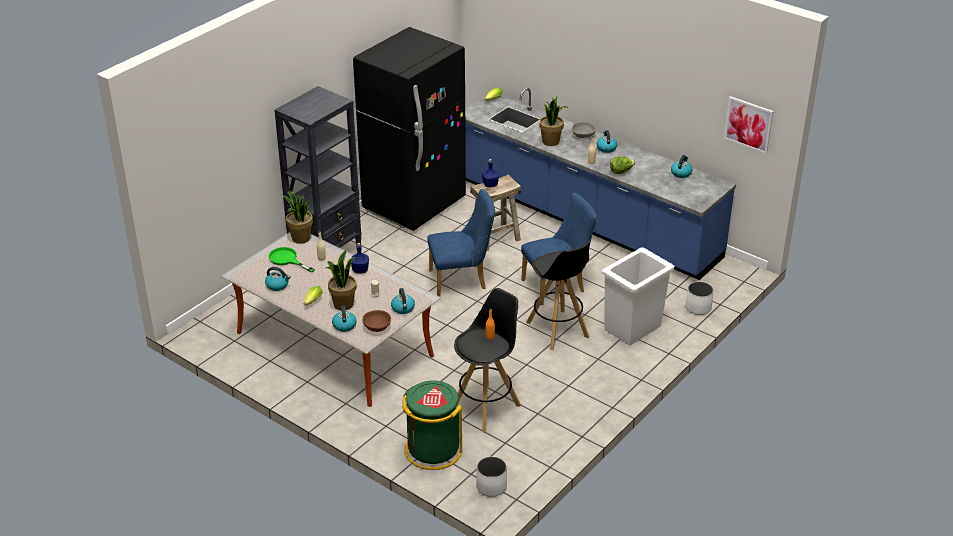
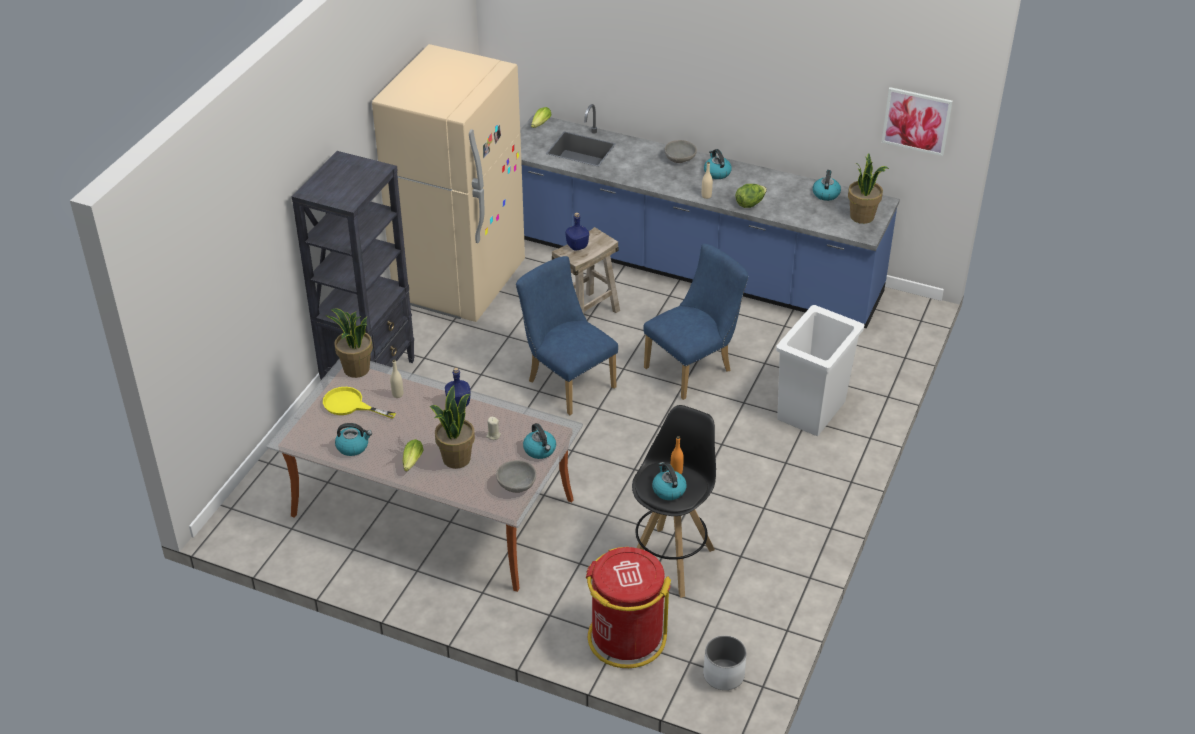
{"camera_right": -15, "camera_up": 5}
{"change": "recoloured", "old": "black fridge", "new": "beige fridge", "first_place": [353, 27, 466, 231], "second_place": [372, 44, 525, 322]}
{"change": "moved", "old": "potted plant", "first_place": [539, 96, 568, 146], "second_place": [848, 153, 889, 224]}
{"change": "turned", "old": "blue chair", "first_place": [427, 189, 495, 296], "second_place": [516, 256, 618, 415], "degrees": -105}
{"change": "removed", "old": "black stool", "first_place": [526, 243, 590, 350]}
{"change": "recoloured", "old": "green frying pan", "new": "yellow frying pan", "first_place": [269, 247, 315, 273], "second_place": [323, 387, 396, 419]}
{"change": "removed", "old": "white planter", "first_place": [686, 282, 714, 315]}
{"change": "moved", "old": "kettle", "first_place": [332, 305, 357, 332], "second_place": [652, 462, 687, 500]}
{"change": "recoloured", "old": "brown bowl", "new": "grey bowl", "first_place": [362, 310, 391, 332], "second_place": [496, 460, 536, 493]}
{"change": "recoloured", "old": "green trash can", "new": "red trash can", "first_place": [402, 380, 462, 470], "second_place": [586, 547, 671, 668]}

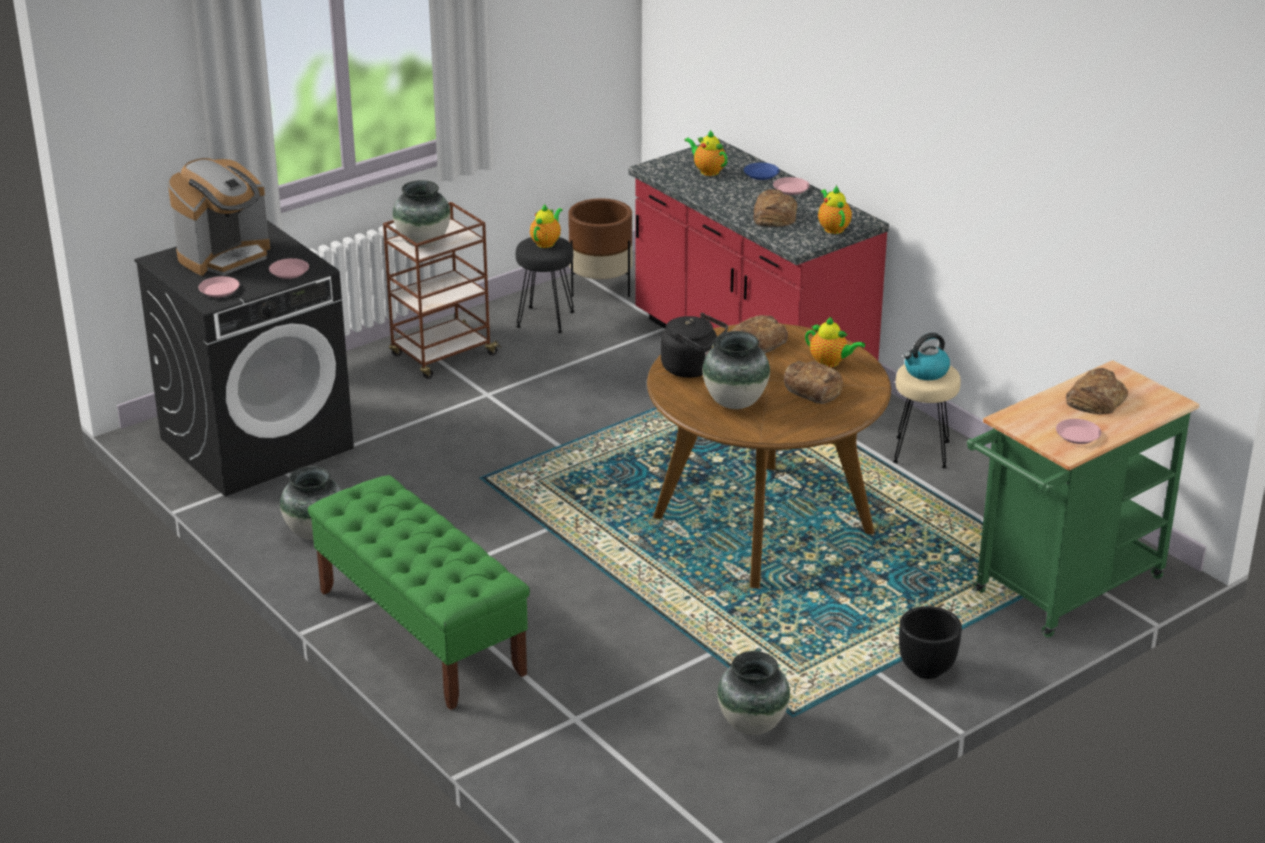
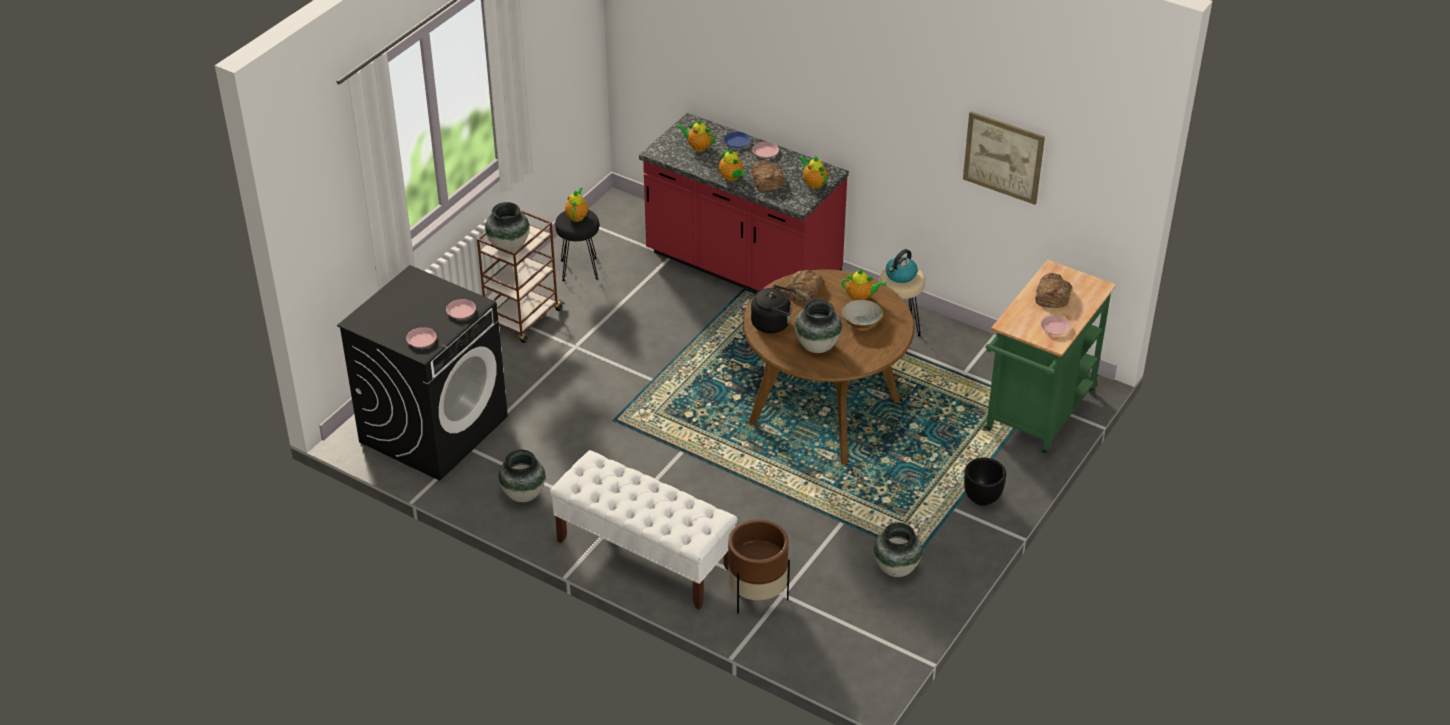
{"camera_right": -20, "camera_up": 10}
{"change": "removed", "old": "coffee machine", "first_place": [168, 158, 270, 276]}
{"change": "moved", "old": "brown planter", "first_place": [568, 198, 633, 297], "second_place": [728, 519, 790, 614]}
{"change": "replaced", "old": "bread", "new": "bowl", "first_place": [784, 361, 843, 404], "second_place": [842, 299, 883, 329]}
{"change": "recoloured", "old": "green bench", "new": "white bench", "first_place": [308, 475, 530, 710], "second_place": [550, 450, 738, 610]}
{"change": "added", "new": "picture", "second_place": [963, 112, 1045, 205]}
{"change": "added", "new": "teapot", "second_place": [719, 149, 746, 181]}

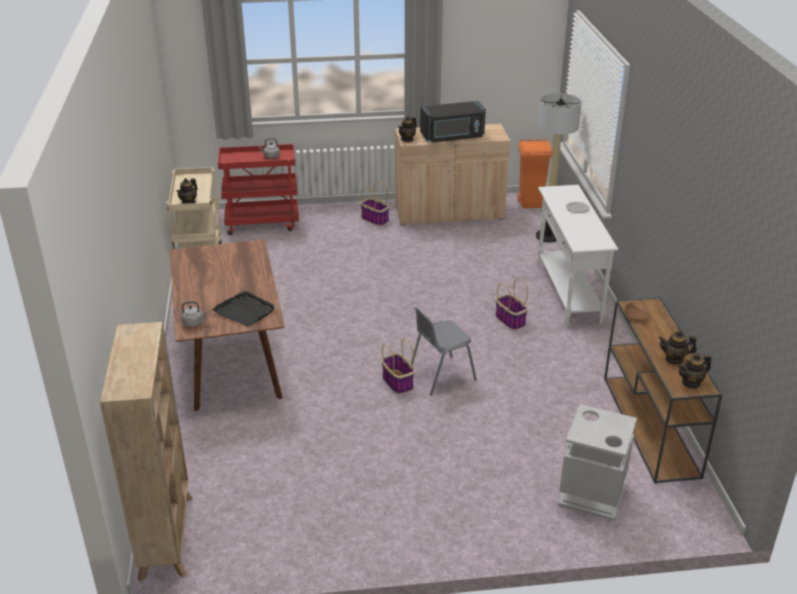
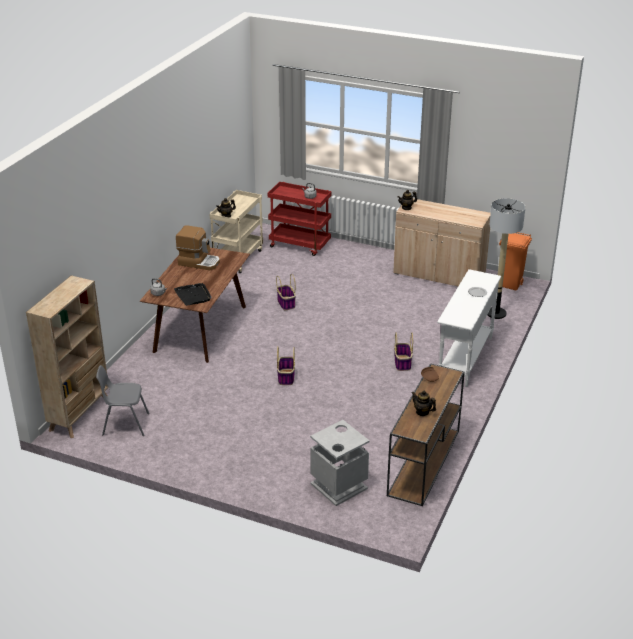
{"camera_right": 30, "camera_up": 0}
{"change": "removed", "old": "black microwave", "first_place": [420, 101, 486, 143]}
{"change": "moved", "old": "basket", "first_place": [360, 182, 390, 226], "second_place": [276, 273, 296, 310]}
{"change": "moved", "old": "grey chair", "first_place": [411, 307, 477, 396], "second_place": [96, 365, 149, 436]}
{"change": "removed", "old": "teapot", "first_place": [678, 353, 711, 389]}
{"change": "added", "new": "coffee machine", "second_place": [176, 225, 220, 270]}

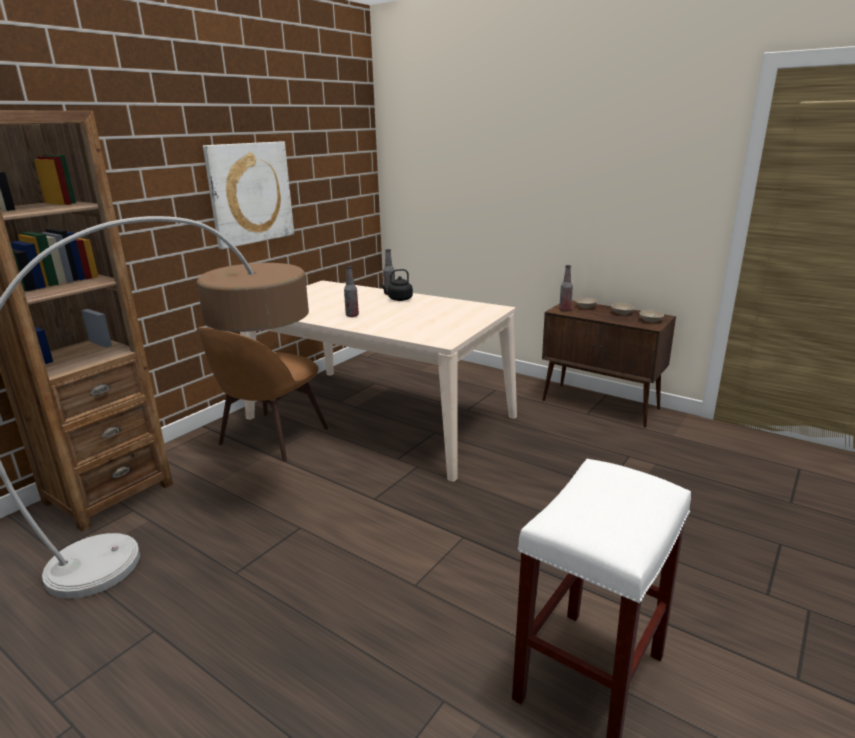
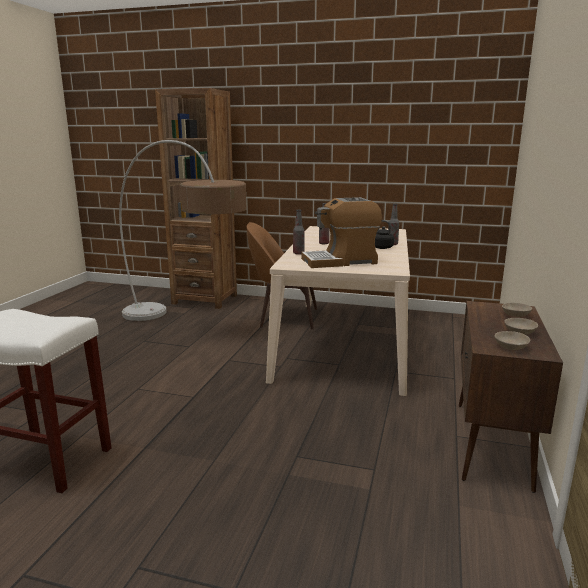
{"camera_right": 70, "camera_up": -5}
{"change": "removed", "old": "picture", "first_place": [203, 142, 294, 249]}
{"change": "moved", "old": "bottle", "first_place": [559, 265, 573, 312], "second_place": [293, 210, 305, 255]}
{"change": "added", "new": "coffee machine", "second_place": [301, 197, 382, 268]}

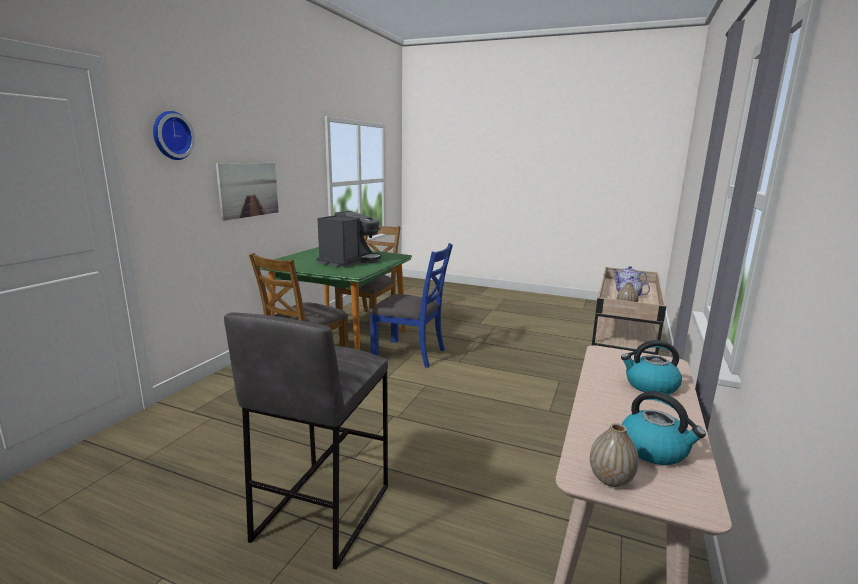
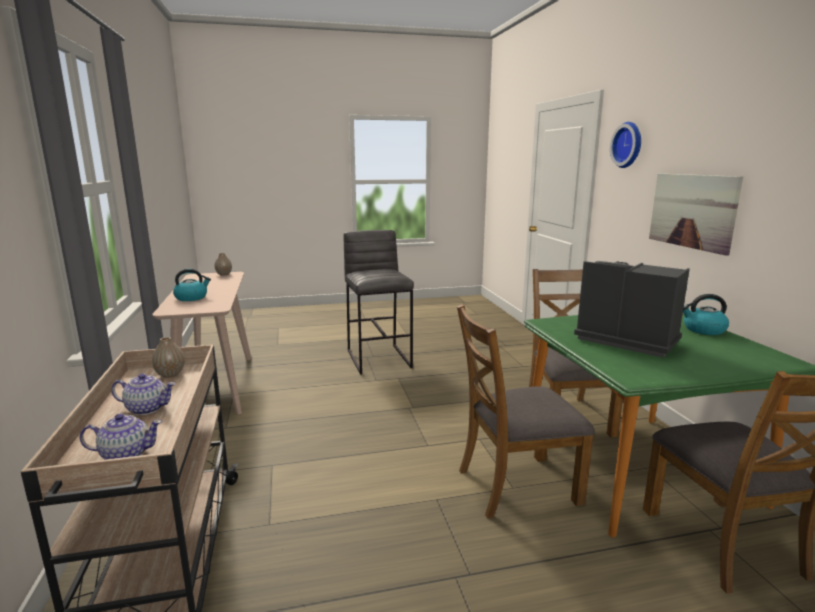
{"camera_right": 145, "camera_up": 0}
{"change": "turned", "old": "coffee machine", "first_place": [316, 211, 381, 268], "second_place": [574, 261, 690, 358], "degrees": 135}
{"change": "recoloured", "old": "blue chair", "new": "brown chair", "first_place": [369, 243, 453, 368], "second_place": [457, 304, 595, 519]}
{"change": "moved", "old": "kettle", "first_place": [621, 391, 706, 465], "second_place": [683, 294, 729, 335]}

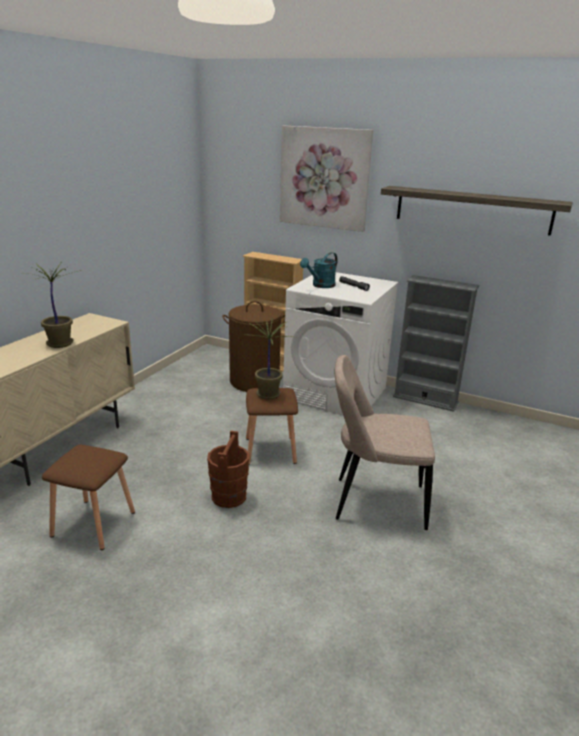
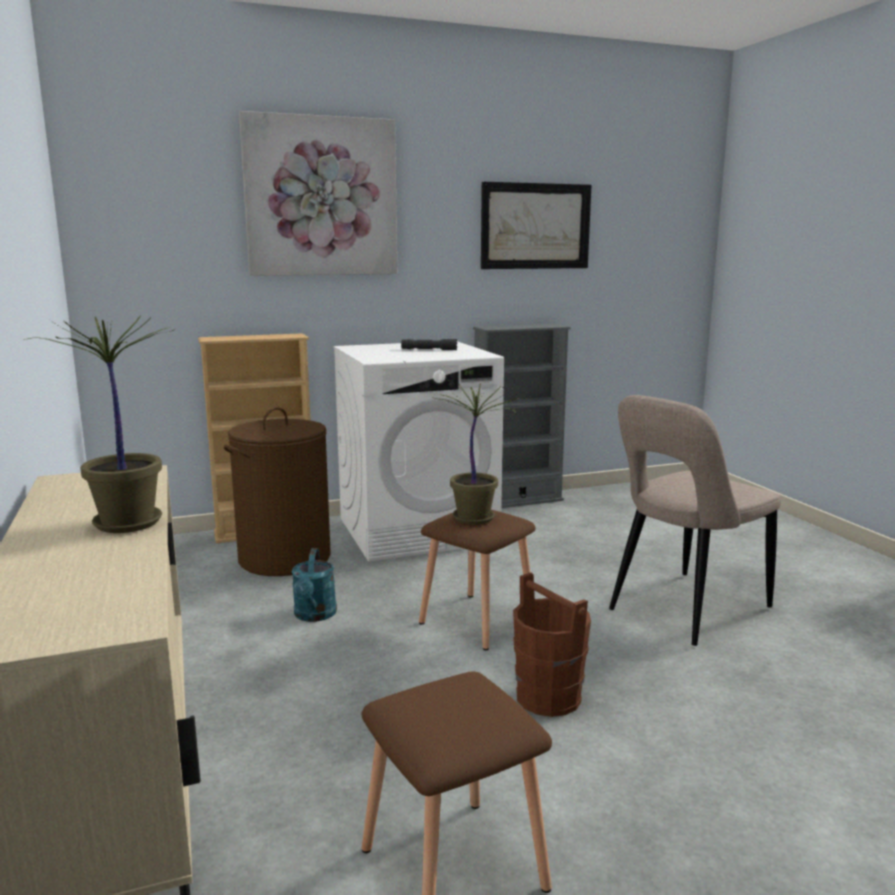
{"camera_right": -45, "camera_up": -10}
{"change": "replaced", "old": "shelf", "new": "picture", "first_place": [381, 186, 573, 236], "second_place": [481, 182, 592, 269]}
{"change": "moved", "old": "turquoise watering can", "first_place": [300, 252, 338, 288], "second_place": [292, 548, 337, 622]}

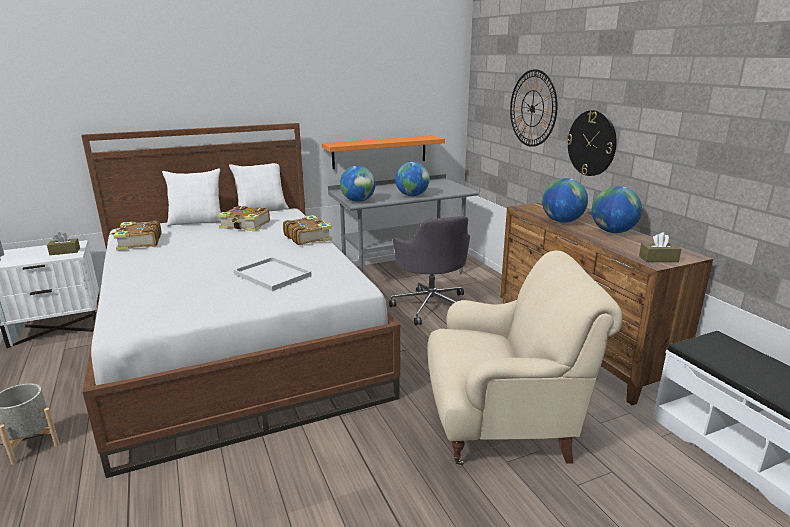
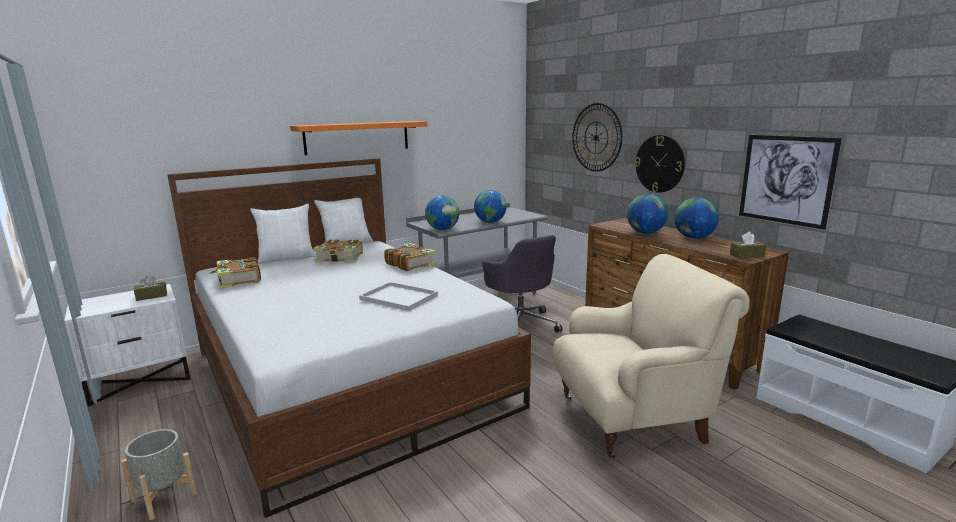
{"camera_right": -10, "camera_up": -5}
{"change": "moved", "old": "orange shelf", "first_place": [322, 135, 445, 169], "second_place": [290, 121, 427, 155]}
{"change": "added", "new": "picture", "second_place": [739, 135, 842, 230]}

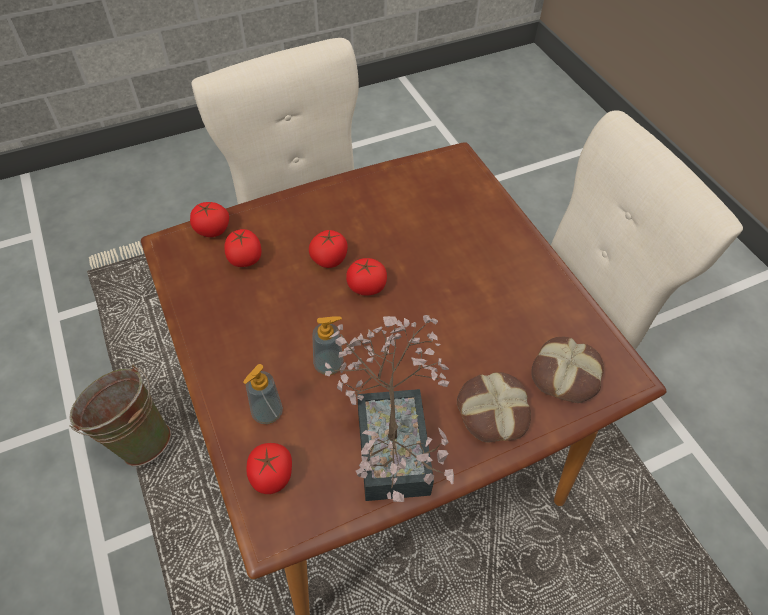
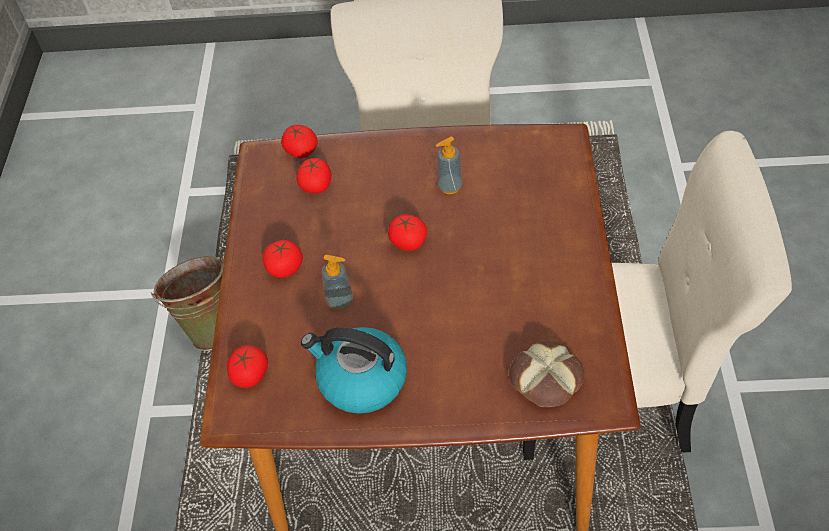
{"camera_right": 30, "camera_up": 0}
{"change": "moved", "old": "tomato", "first_place": [309, 230, 348, 268], "second_place": [262, 240, 303, 278]}
{"change": "replaced", "old": "potted plant", "new": "kettle", "first_place": [325, 315, 454, 502], "second_place": [301, 327, 407, 414]}
{"change": "moved", "old": "soap dispenser", "first_place": [243, 364, 283, 424], "second_place": [436, 137, 463, 194]}
{"change": "removed", "old": "bread", "first_place": [457, 372, 531, 442]}

